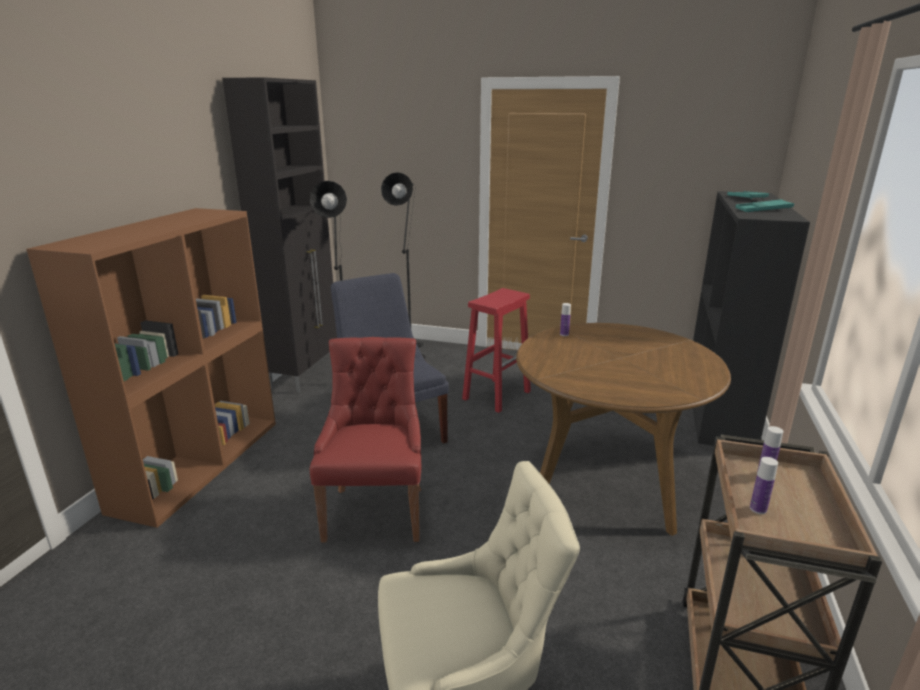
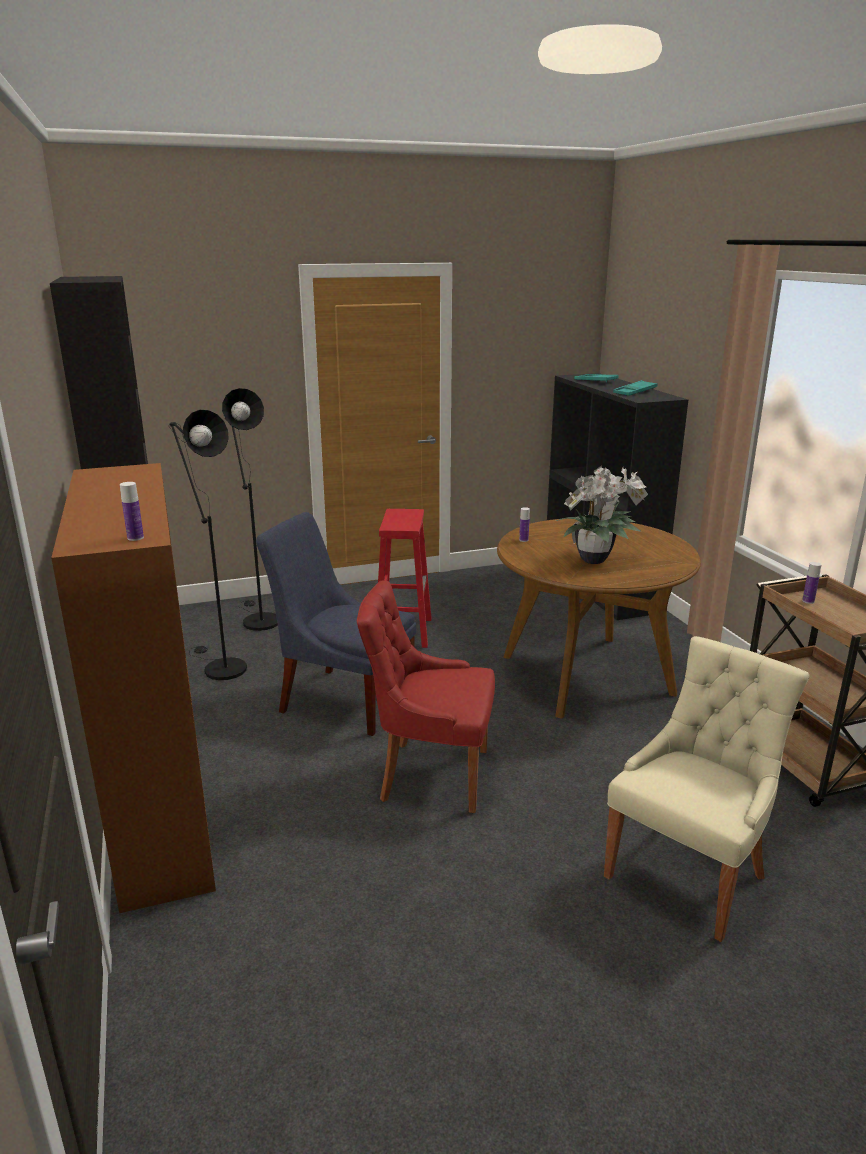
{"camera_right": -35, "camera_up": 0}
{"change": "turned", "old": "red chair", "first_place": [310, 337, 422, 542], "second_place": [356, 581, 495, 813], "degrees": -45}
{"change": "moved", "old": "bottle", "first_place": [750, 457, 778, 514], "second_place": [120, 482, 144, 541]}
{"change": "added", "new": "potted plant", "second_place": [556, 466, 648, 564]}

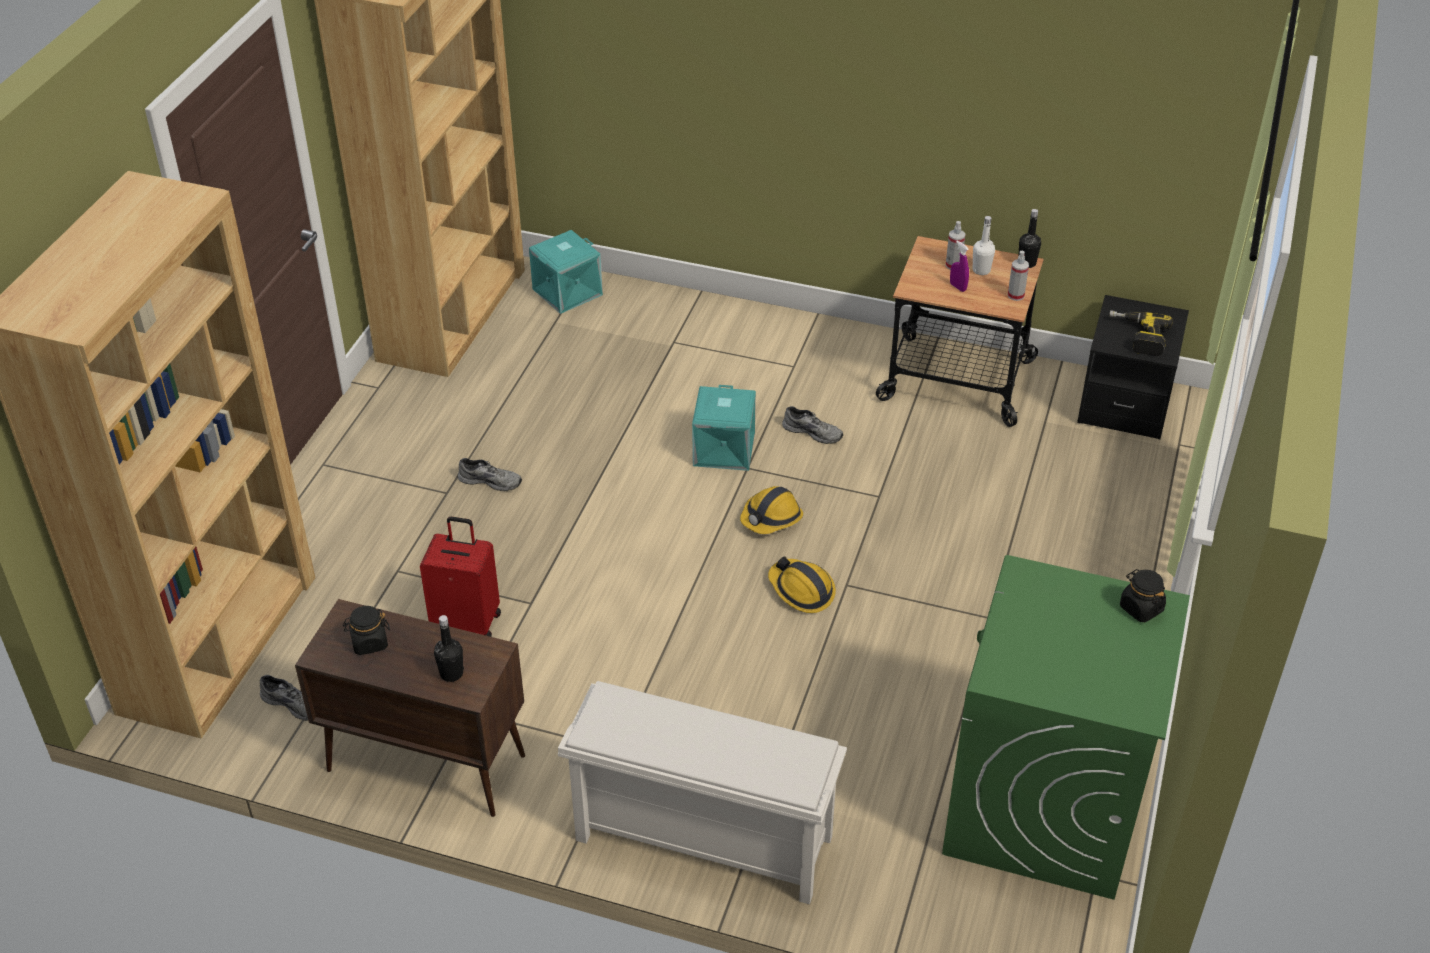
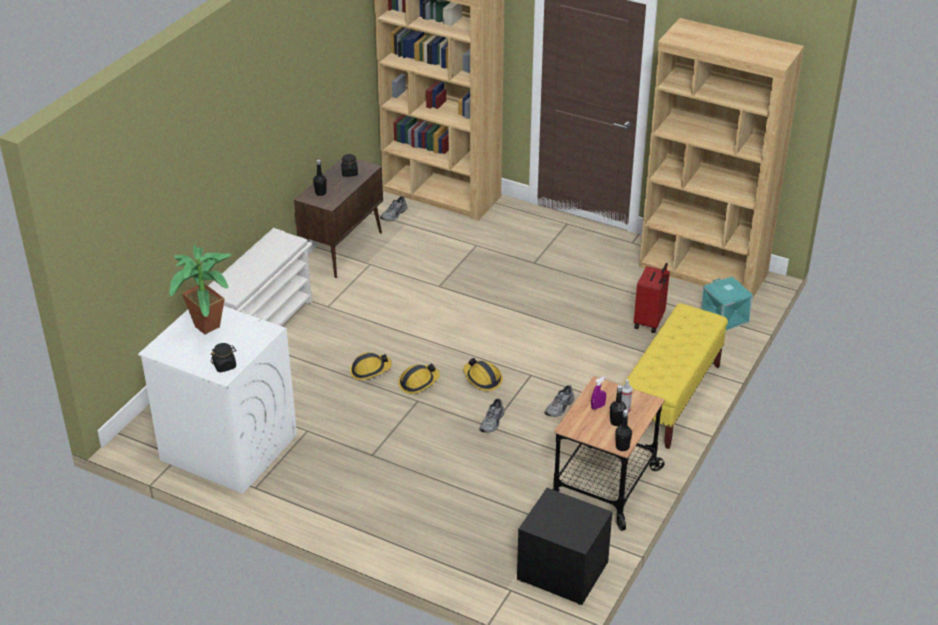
{"camera_right": 100, "camera_up": -5}
{"change": "recoloured", "old": "white bottle", "new": "black bottle", "first_place": [973, 216, 995, 275], "second_place": [610, 385, 626, 426]}
{"change": "removed", "old": "spray bottle", "first_place": [1008, 251, 1029, 301]}
{"change": "removed", "old": "power drill", "first_place": [1109, 310, 1173, 356]}
{"change": "removed", "old": "turquoise storage box", "first_place": [692, 385, 756, 471]}
{"change": "moved", "old": "grey shoe", "first_place": [458, 458, 522, 491], "second_place": [479, 399, 505, 433]}
{"change": "moved", "old": "red suitcase", "first_place": [420, 517, 501, 637], "second_place": [634, 263, 670, 333]}
{"change": "recoloured", "old": "green washing machine", "new": "white washing machine", "first_place": [942, 555, 1190, 900], "second_place": [138, 306, 297, 494]}
{"change": "added", "new": "potted plant", "second_place": [169, 244, 231, 334]}
{"change": "added", "new": "yellow bench", "second_place": [622, 303, 728, 449]}
{"change": "added", "new": "hard hat", "second_place": [350, 352, 392, 380]}

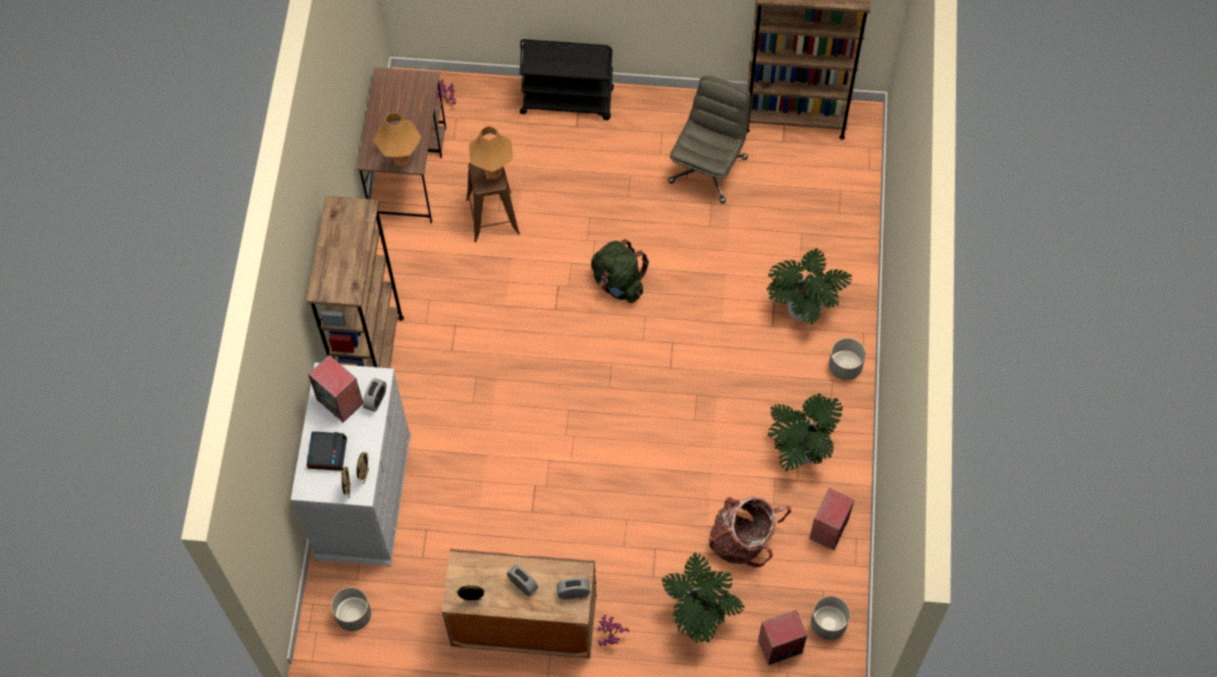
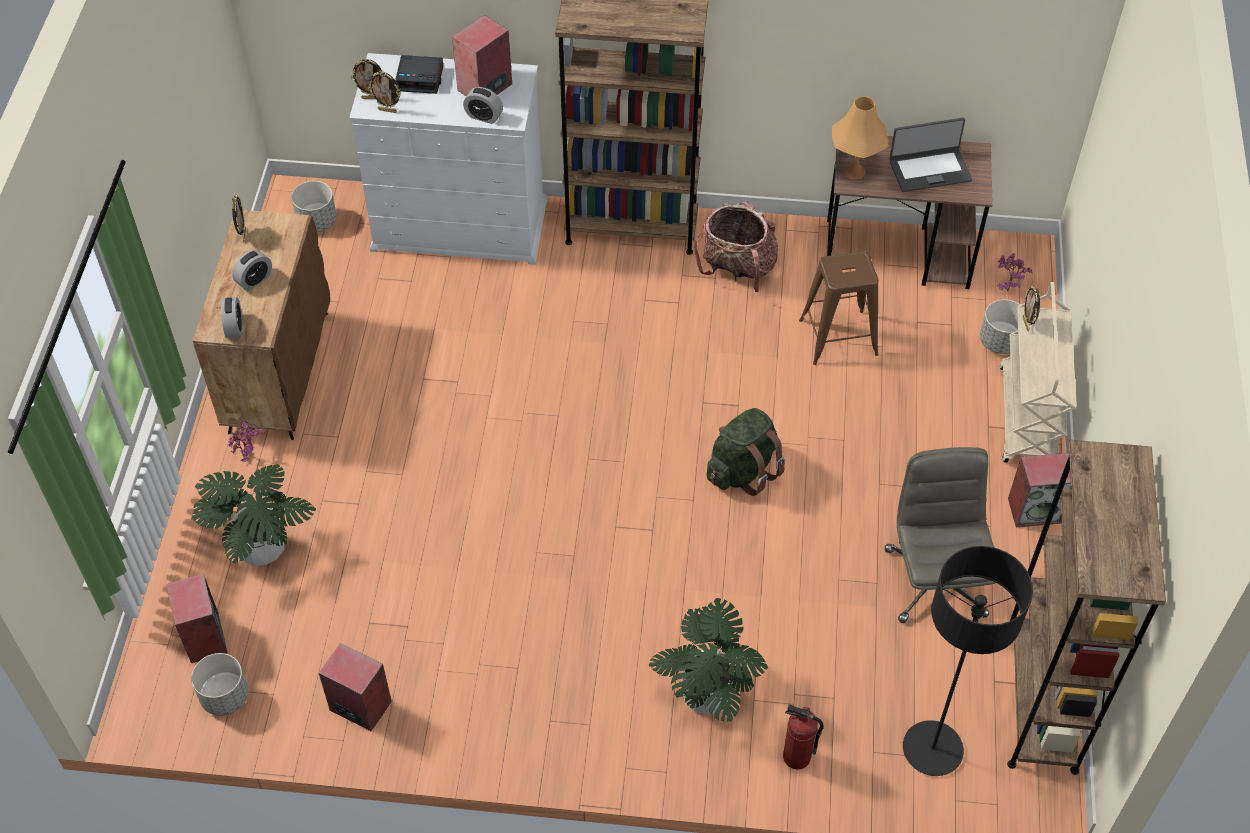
{"camera_right": 90, "camera_up": -10}
{"change": "recoloured", "old": "black cart", "new": "beige cart", "first_place": [520, 39, 614, 120], "second_place": [1000, 282, 1077, 463]}
{"change": "turned", "old": "grey office chair", "first_place": [668, 76, 751, 204], "second_place": [885, 447, 996, 623], "degrees": -120}
{"change": "removed", "old": "orange table lamp", "first_place": [469, 126, 513, 179]}
{"change": "moved", "old": "grey planter", "first_place": [829, 338, 866, 380], "second_place": [980, 300, 1020, 354]}
{"change": "removed", "old": "potted plant", "first_place": [768, 393, 843, 471]}
{"change": "moved", "old": "backpack", "first_place": [709, 496, 791, 567], "second_place": [694, 201, 778, 293]}
{"change": "added", "new": "laptop", "second_place": [889, 118, 972, 192]}
{"change": "added", "new": "picture frame", "second_place": [1023, 286, 1040, 332]}
{"change": "added", "new": "speaker", "second_place": [1008, 453, 1071, 527]}
{"change": "added", "new": "black floor lamp", "second_place": [903, 546, 1033, 776]}
{"change": "added", "new": "fire extinguisher", "second_place": [783, 704, 824, 769]}

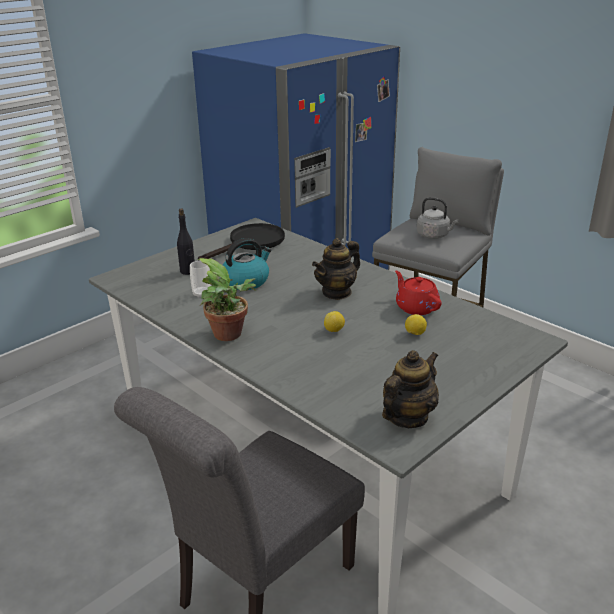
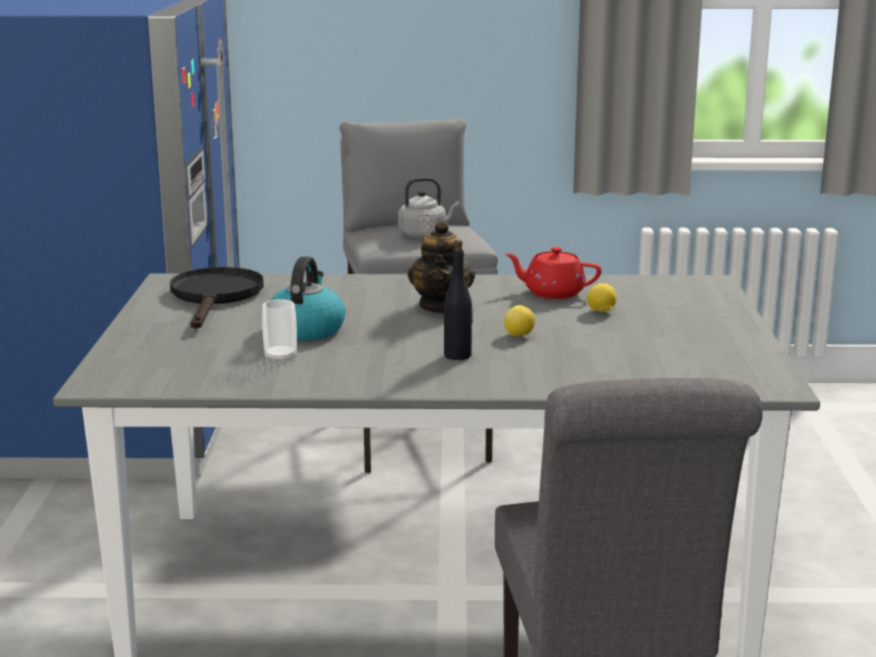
{"camera_right": -45, "camera_up": -10}
{"change": "moved", "old": "black bottle", "first_place": [177, 208, 195, 275], "second_place": [444, 240, 473, 360]}
{"change": "removed", "old": "potted plant", "first_place": [197, 258, 256, 341]}
{"change": "removed", "old": "teapot", "first_place": [382, 350, 439, 428]}

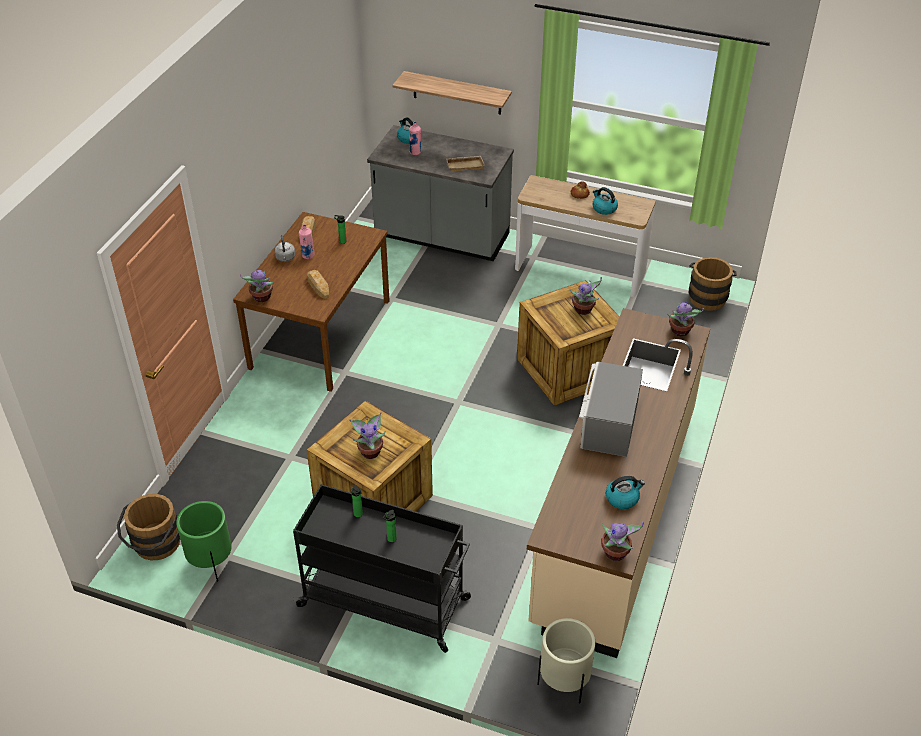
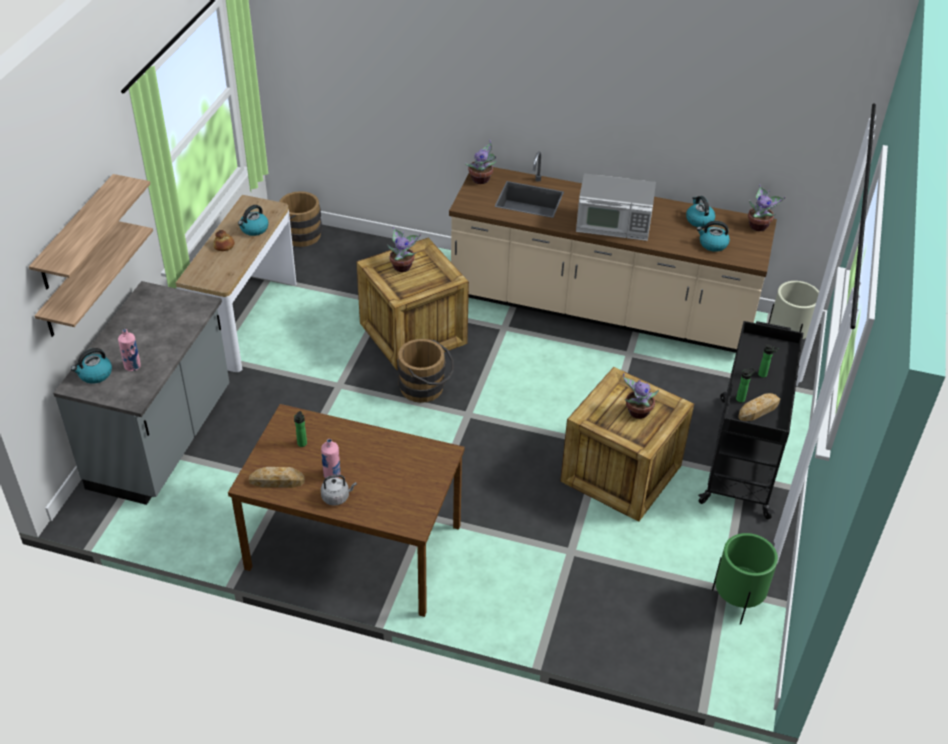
{"camera_right": -95, "camera_up": 0}
{"change": "removed", "old": "beige tray", "first_place": [446, 156, 484, 172]}
{"change": "removed", "old": "potted plant", "first_place": [240, 269, 275, 302]}
{"change": "moved", "old": "bread", "first_place": [307, 270, 329, 299], "second_place": [739, 393, 780, 421]}
{"change": "moved", "old": "brown bucket", "first_place": [117, 494, 180, 560], "second_place": [397, 339, 454, 403]}
{"change": "added", "new": "shelf", "second_place": [29, 174, 150, 289]}
{"change": "added", "new": "kettle", "second_place": [697, 221, 730, 252]}

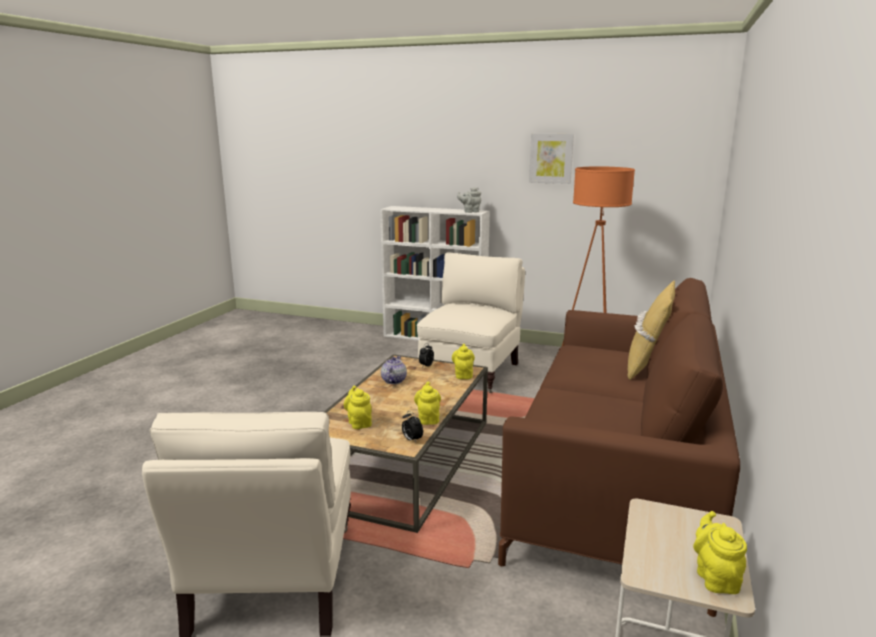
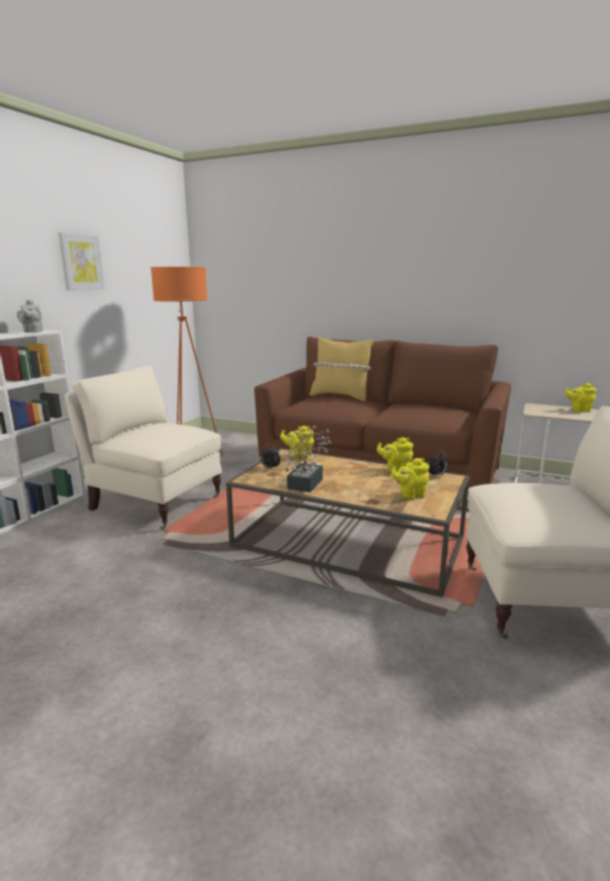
{"camera_right": -85, "camera_up": 0}
{"change": "replaced", "old": "teapot", "new": "potted plant", "first_place": [381, 356, 407, 384], "second_place": [285, 426, 331, 492]}

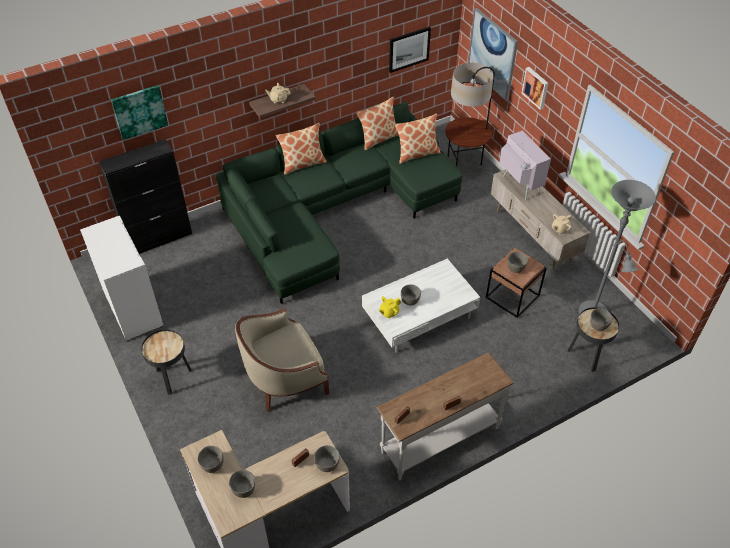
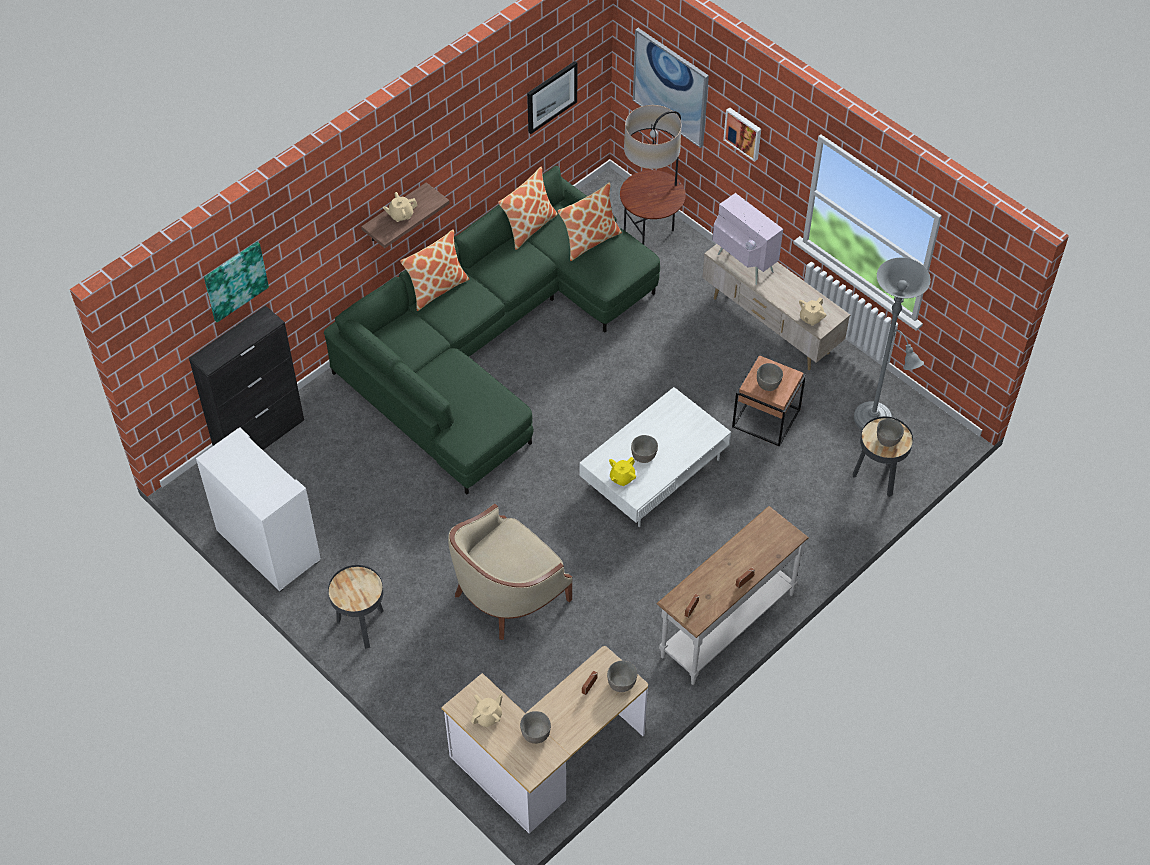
{"camera_right": -15, "camera_up": 5}
{"change": "replaced", "old": "grey bowl", "new": "beige teapot", "first_place": [198, 446, 223, 473], "second_place": [471, 694, 503, 727]}

